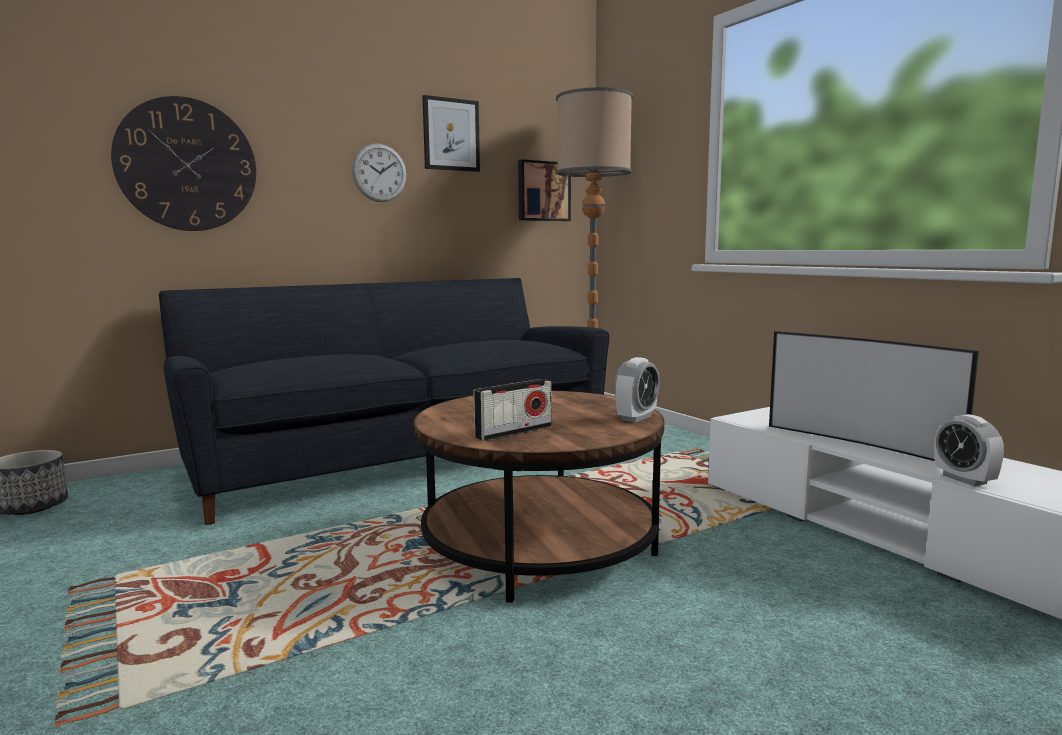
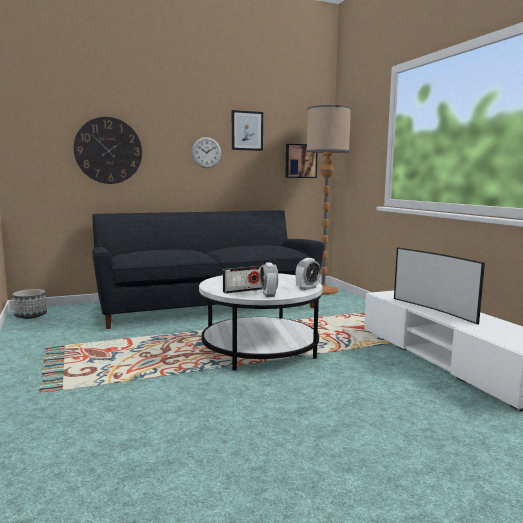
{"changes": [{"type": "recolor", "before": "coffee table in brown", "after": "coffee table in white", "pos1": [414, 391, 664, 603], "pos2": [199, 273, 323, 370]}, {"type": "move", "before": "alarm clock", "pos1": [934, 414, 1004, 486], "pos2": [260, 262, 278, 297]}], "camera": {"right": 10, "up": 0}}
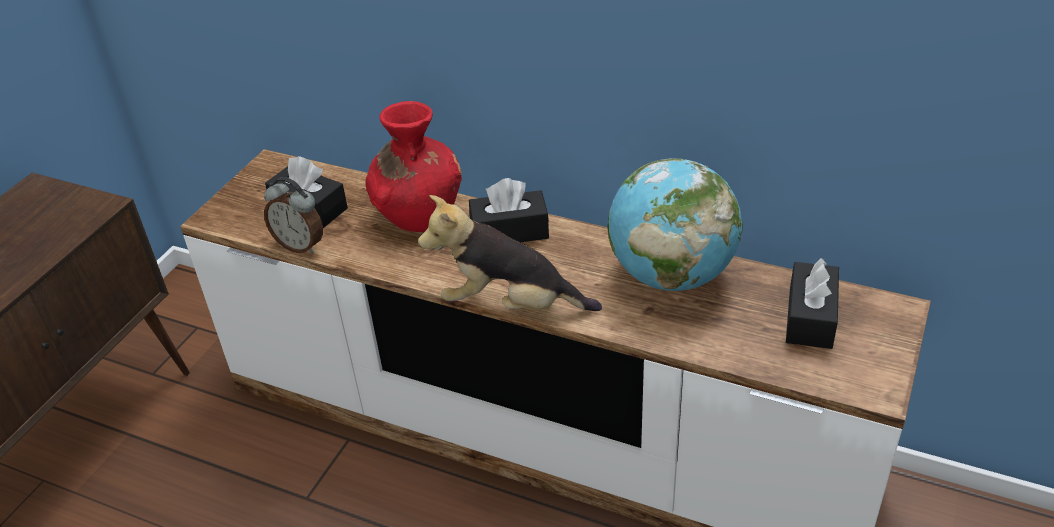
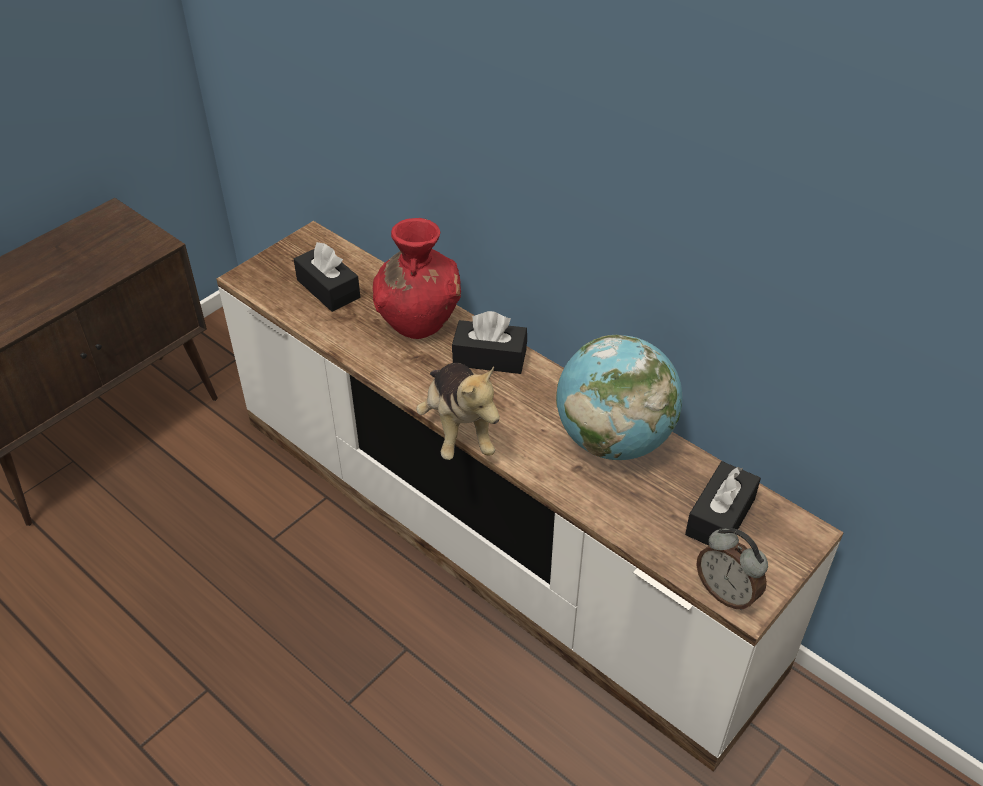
{"changes": [{"type": "rotate", "before": "plush toy", "pos1": [418, 195, 602, 311], "pos2": [416, 363, 500, 460], "turn": -135}, {"type": "move", "before": "alarm clock", "pos1": [264, 177, 323, 254], "pos2": [696, 528, 768, 610]}], "camera": {"right": 15, "up": 5}}
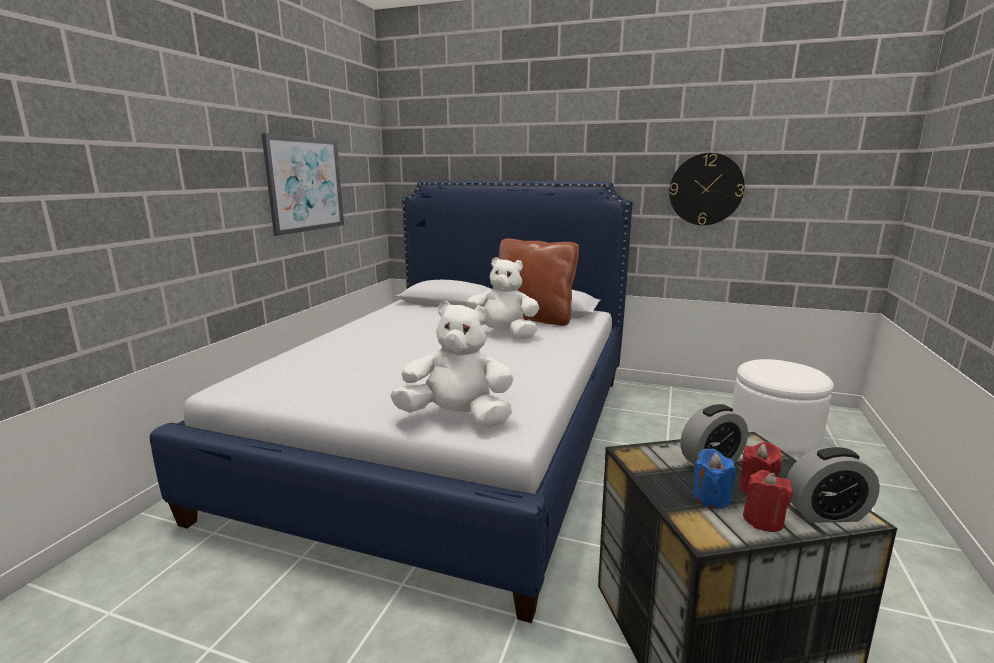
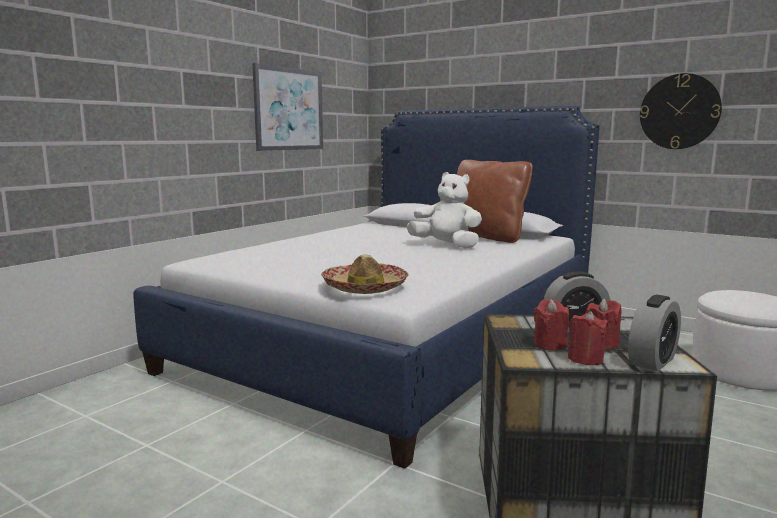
{"changes": [{"type": "replace", "before": "plush toy in white", "after": "hat", "pos1": [390, 301, 514, 428], "pos2": [321, 254, 409, 294]}, {"type": "recolor", "before": "candle in blue", "after": "candle in red", "pos1": [693, 448, 736, 509], "pos2": [534, 299, 569, 350]}, {"type": "rotate", "before": "alarm clock", "pos1": [787, 446, 880, 523], "pos2": [628, 295, 681, 371], "turn": -60}], "camera": {"right": 15, "up": -5}}
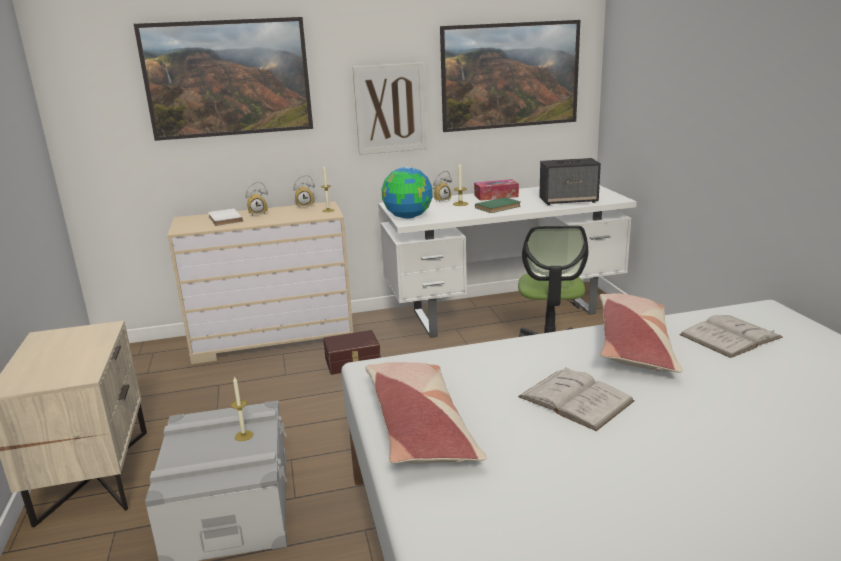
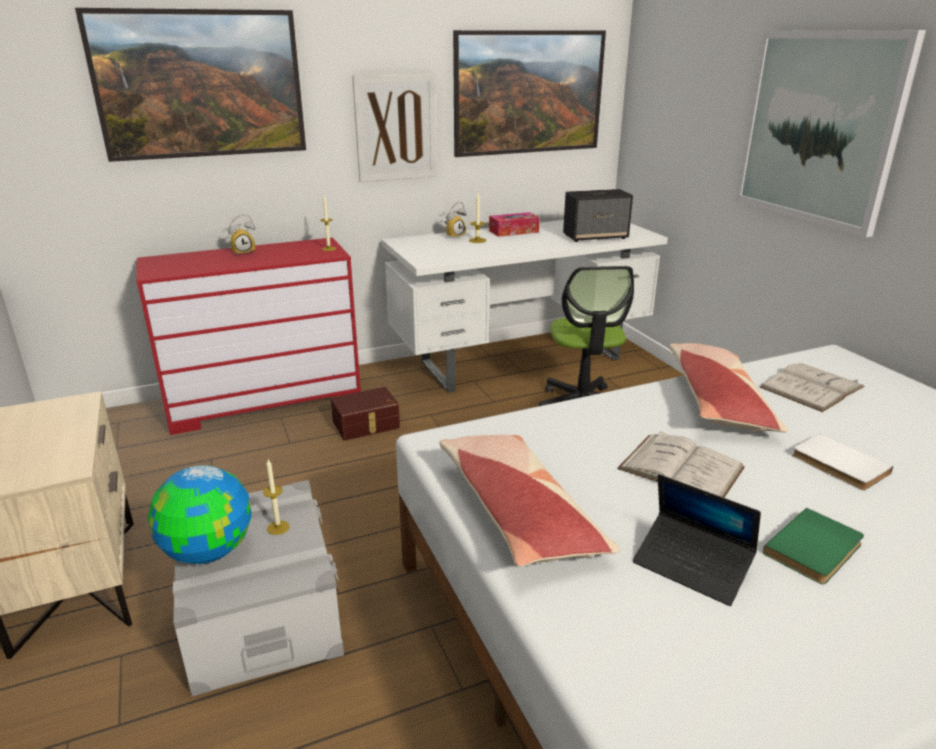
{"changes": [{"type": "recolor", "before": "dresser in beige", "after": "dresser in red", "pos1": [167, 201, 354, 364], "pos2": [136, 238, 361, 435]}, {"type": "move", "before": "globe", "pos1": [382, 167, 433, 219], "pos2": [148, 465, 252, 564]}, {"type": "insert", "after": "laptop", "pos2": [633, 474, 761, 606]}, {"type": "insert", "after": "picture", "pos2": [735, 30, 926, 237]}, {"type": "move", "before": "book in green", "pos1": [475, 197, 521, 213], "pos2": [763, 508, 864, 584]}, {"type": "move", "before": "book in white", "pos1": [208, 208, 243, 226], "pos2": [792, 434, 893, 491]}, {"type": "delete", "before": "alarm clock", "pos1": [293, 175, 315, 207]}], "camera": {"right": -10, "up": 5}}
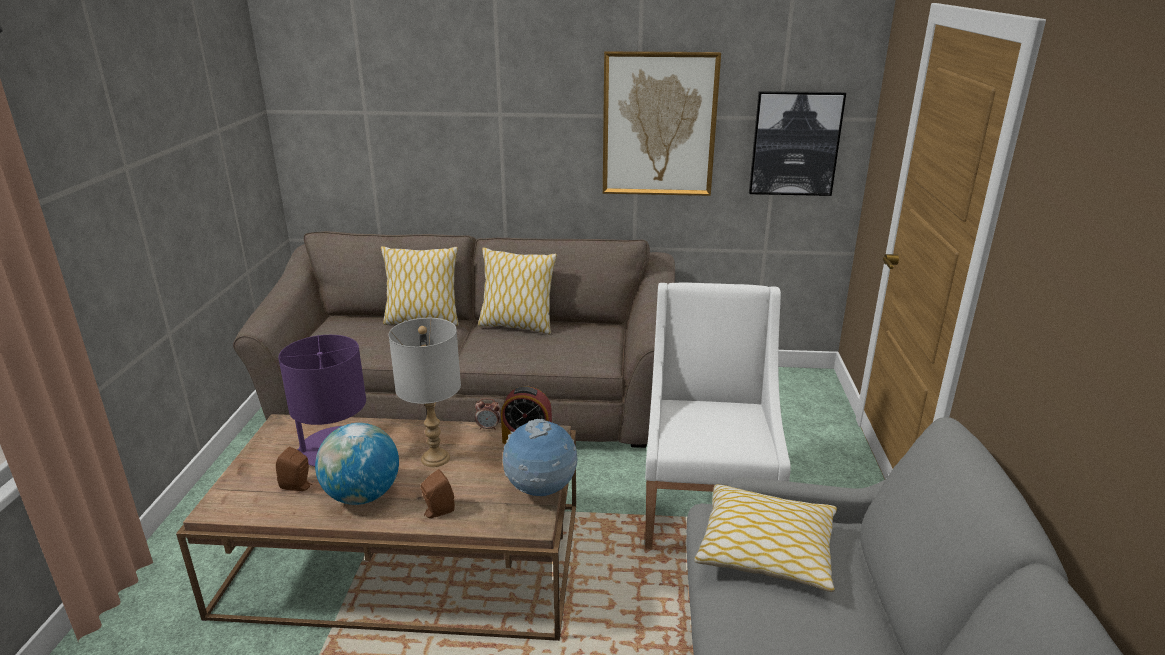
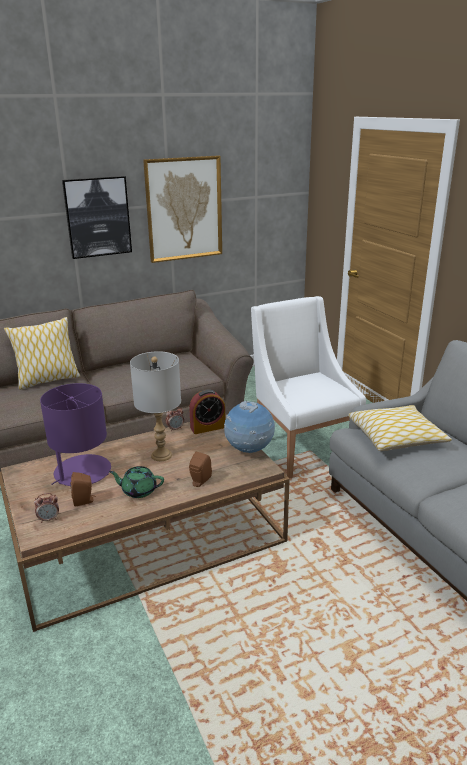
{"changes": [{"type": "insert", "after": "alarm clock", "pos2": [34, 493, 59, 523]}, {"type": "move", "before": "picture", "pos1": [749, 91, 846, 196], "pos2": [62, 176, 132, 259]}, {"type": "replace", "before": "globe", "after": "teapot in green", "pos1": [315, 423, 399, 505], "pos2": [109, 466, 164, 498]}, {"type": "delete", "before": "pillow", "pos1": [478, 247, 557, 334]}], "camera": {"right": -30, "up": 0}}
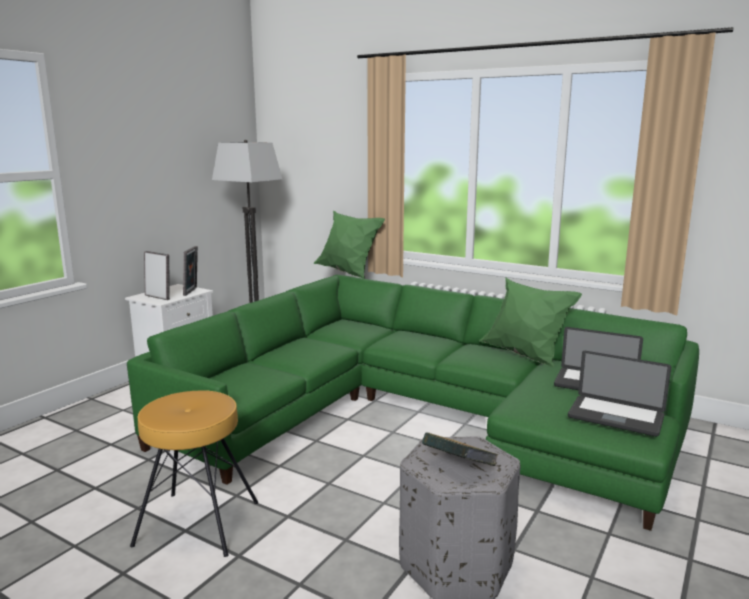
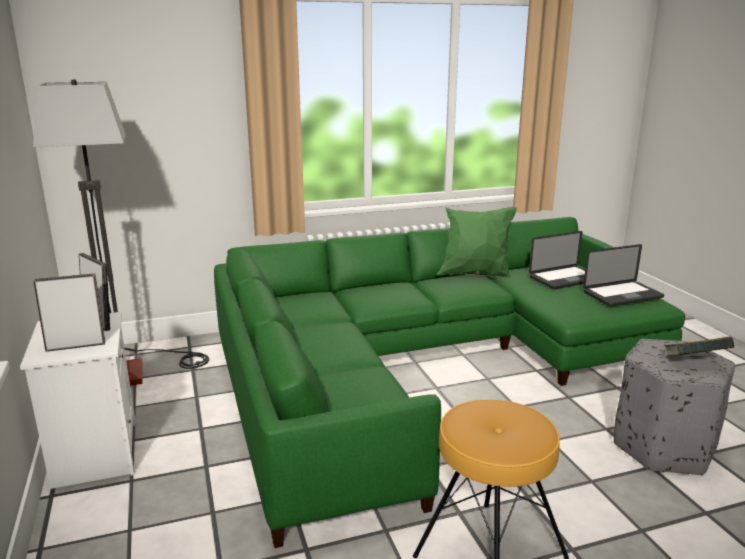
{"changes": [{"type": "delete", "before": "pillow in green", "pos1": [314, 210, 385, 279]}], "camera": {"right": -50, "up": 5}}
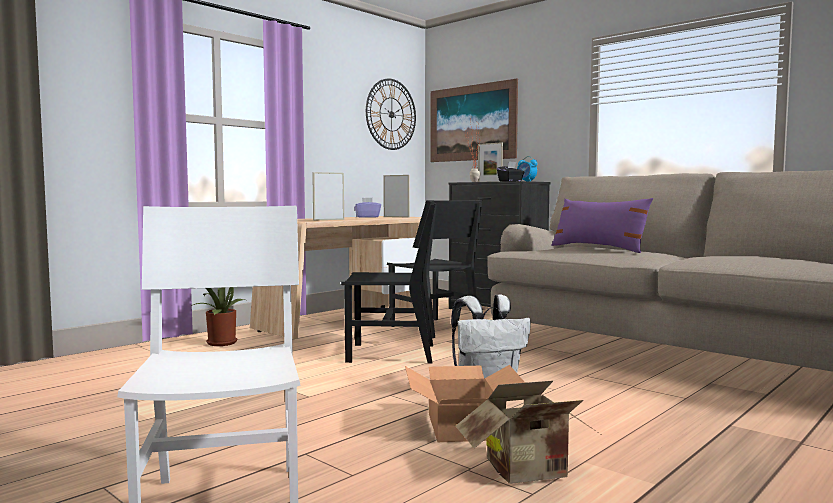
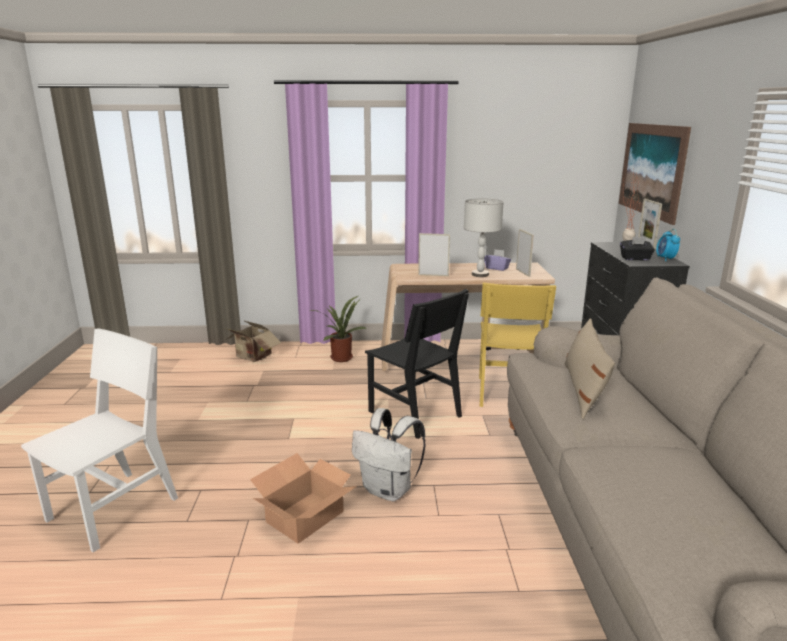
{"changes": [{"type": "move", "before": "cardboard box", "pos1": [455, 380, 603, 484], "pos2": [225, 320, 282, 362]}, {"type": "insert", "after": "table lamp in grey", "pos2": [464, 198, 503, 277]}, {"type": "recolor", "before": "chair in black", "after": "chair in yellow", "pos1": [387, 200, 482, 338], "pos2": [479, 282, 556, 407]}, {"type": "recolor", "before": "pillow in purple", "after": "pillow in beige", "pos1": [551, 198, 653, 253], "pos2": [564, 318, 615, 419]}, {"type": "delete", "before": "wall clock", "pos1": [366, 78, 416, 150]}], "camera": {"right": 45, "up": 15}}
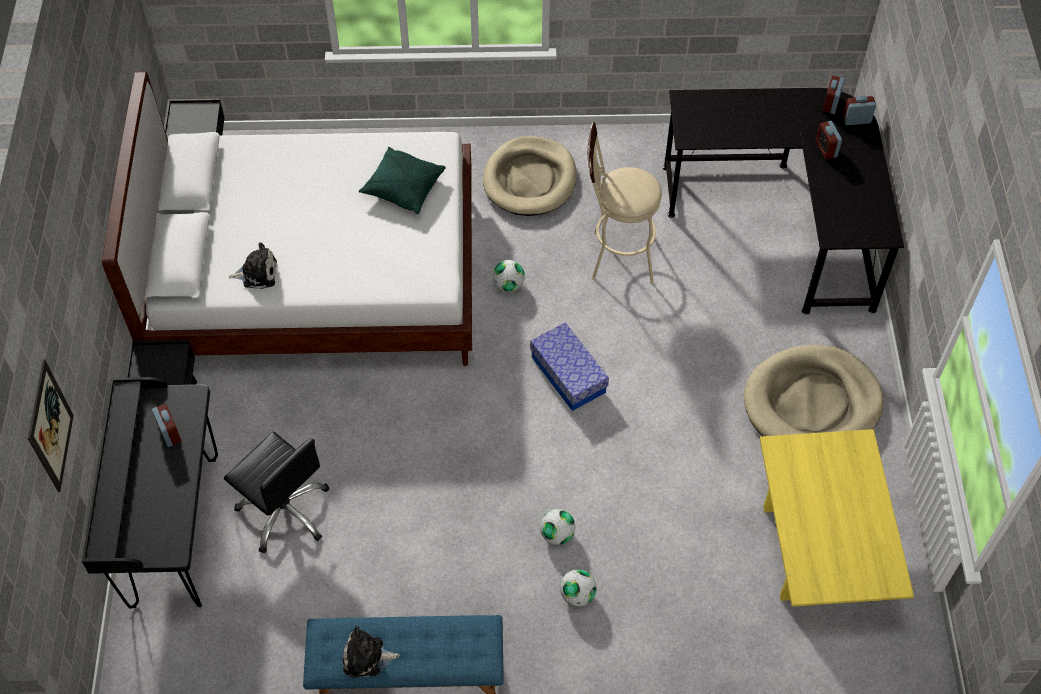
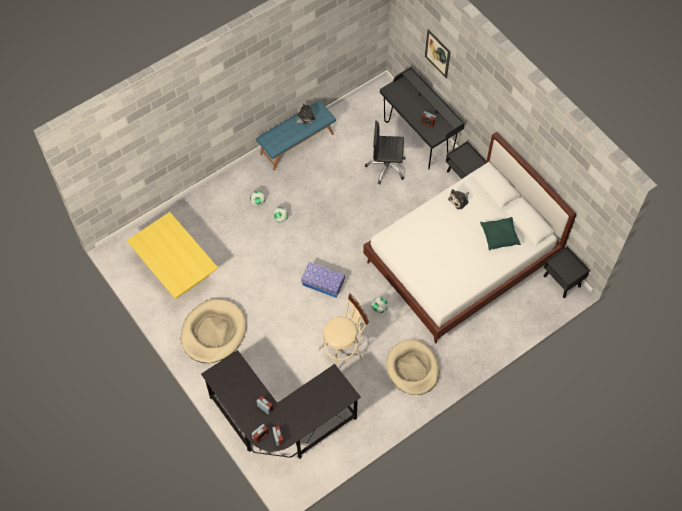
{"changes": [{"type": "move", "before": "pillow in green", "pos1": [359, 147, 446, 214], "pos2": [480, 217, 521, 251]}], "camera": {"right": 145, "up": 5}}
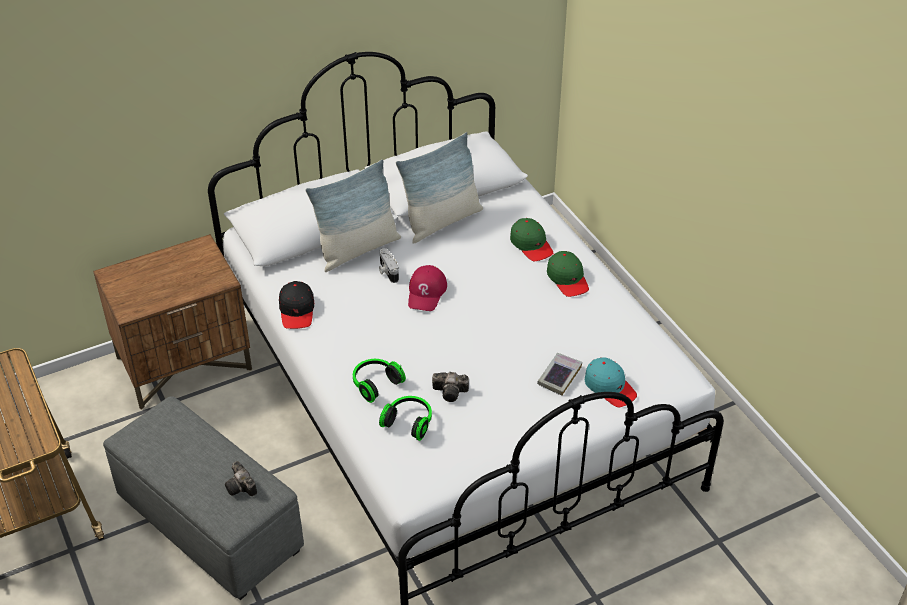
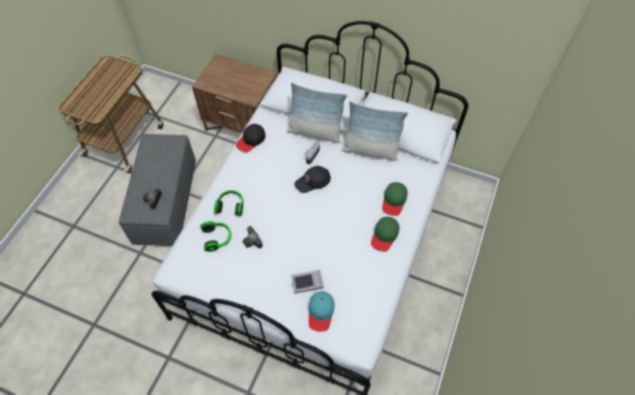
{"changes": [{"type": "recolor", "before": "cap in red", "after": "cap in black", "pos1": [408, 265, 447, 311], "pos2": [295, 166, 331, 193]}], "camera": {"right": 50, "up": 15}}
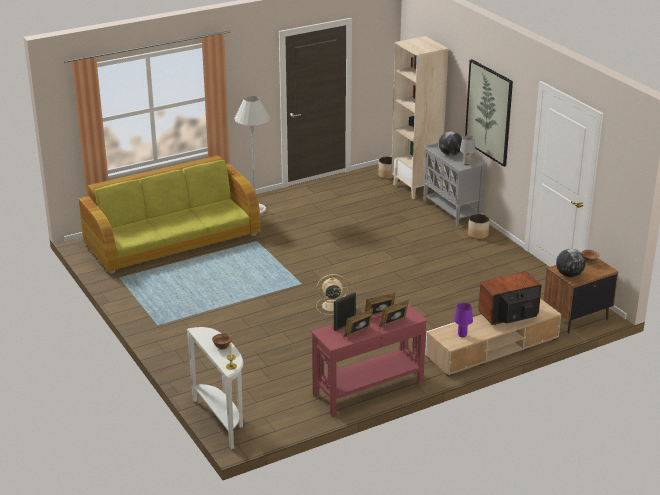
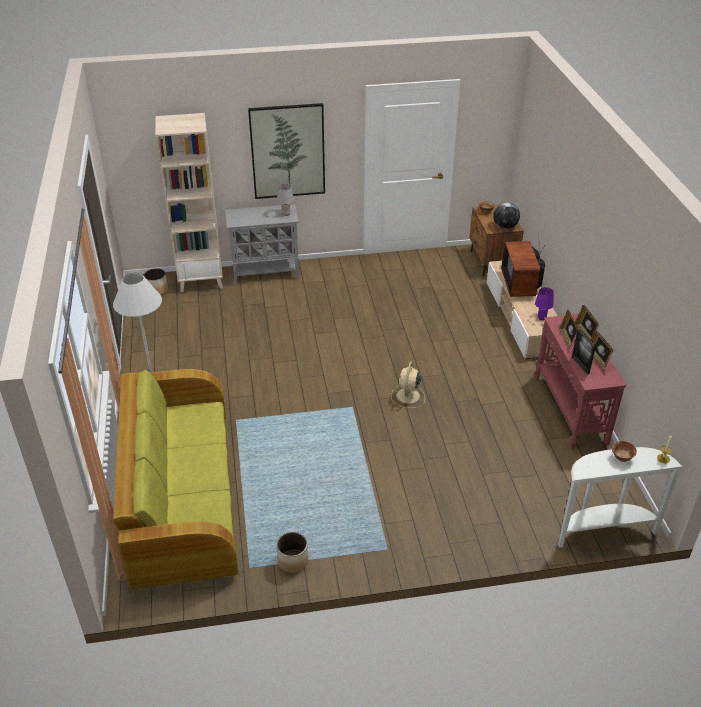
{"changes": [{"type": "move", "before": "planter", "pos1": [468, 214, 490, 239], "pos2": [277, 532, 308, 573]}, {"type": "delete", "before": "globe", "pos1": [439, 131, 462, 156]}], "camera": {"right": -70, "up": 10}}
